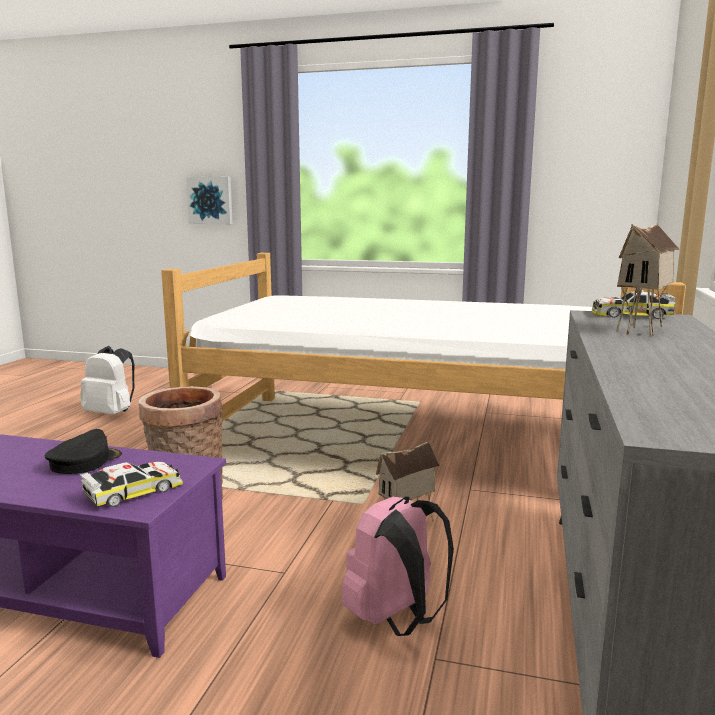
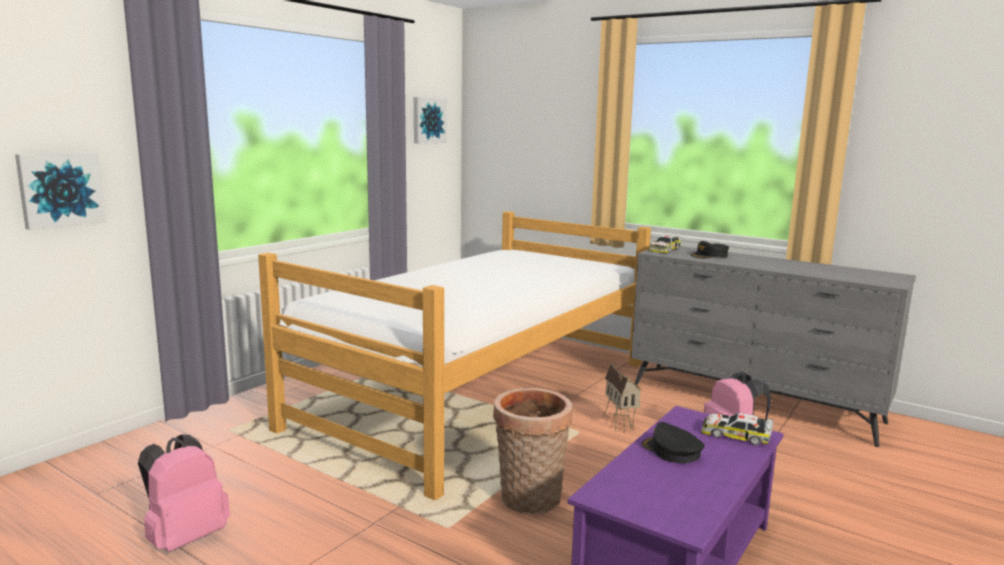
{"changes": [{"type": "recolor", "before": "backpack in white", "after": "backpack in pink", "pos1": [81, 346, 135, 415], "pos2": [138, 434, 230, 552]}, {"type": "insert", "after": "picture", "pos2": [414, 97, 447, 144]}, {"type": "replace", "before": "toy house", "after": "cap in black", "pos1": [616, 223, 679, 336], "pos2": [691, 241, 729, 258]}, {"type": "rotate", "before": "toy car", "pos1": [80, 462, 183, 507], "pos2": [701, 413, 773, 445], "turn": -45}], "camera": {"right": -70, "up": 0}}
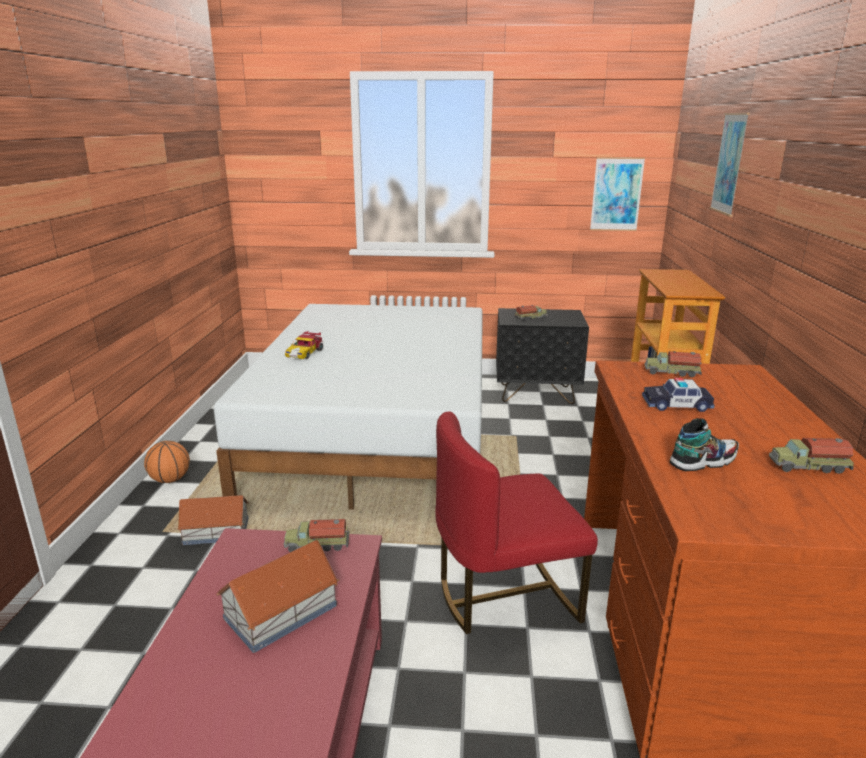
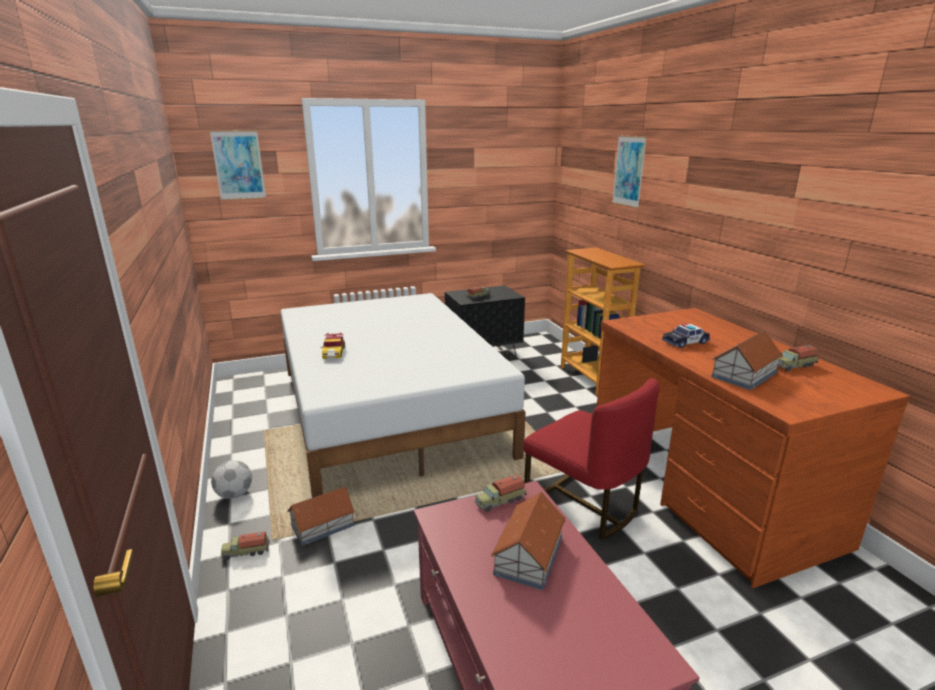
{"changes": [{"type": "move", "before": "picture", "pos1": [590, 157, 645, 231], "pos2": [210, 130, 266, 200]}, {"type": "replace", "before": "basketball", "after": "football", "pos1": [144, 441, 190, 483], "pos2": [211, 460, 252, 499]}, {"type": "move", "before": "toy truck", "pos1": [645, 351, 702, 378], "pos2": [221, 531, 270, 560]}, {"type": "rotate", "before": "chair in red", "pos1": [435, 411, 598, 634], "pos2": [523, 378, 659, 540], "turn": -90}, {"type": "replace", "before": "shoe", "after": "toy house", "pos1": [670, 418, 739, 471], "pos2": [711, 331, 783, 390]}], "camera": {"right": -25, "up": 0}}
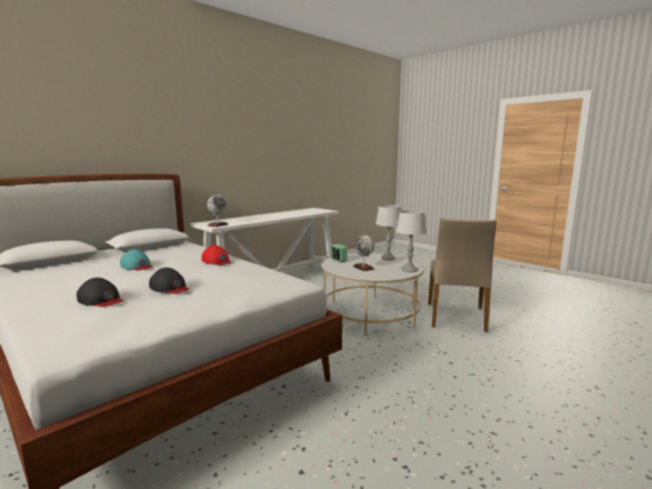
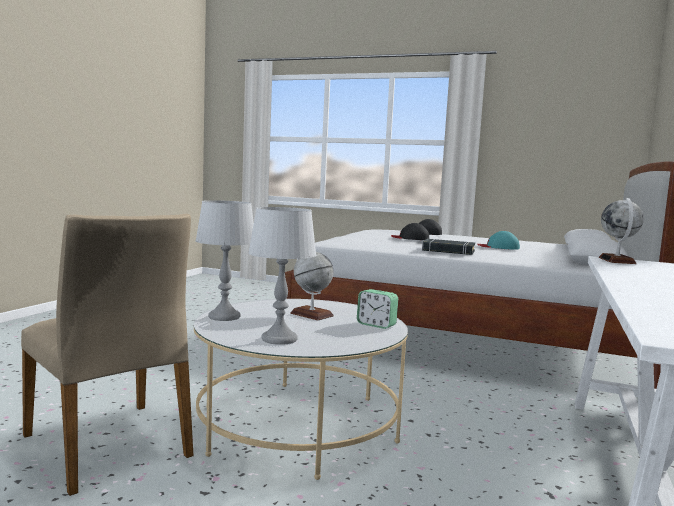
{"changes": [{"type": "rotate", "before": "chair in beige", "pos1": [428, 218, 496, 332], "pos2": [21, 214, 194, 496], "turn": 150}, {"type": "replace", "before": "cap in red", "after": "book in black", "pos1": [201, 245, 232, 265], "pos2": [422, 239, 475, 255]}], "camera": {"right": 155, "up": -5}}
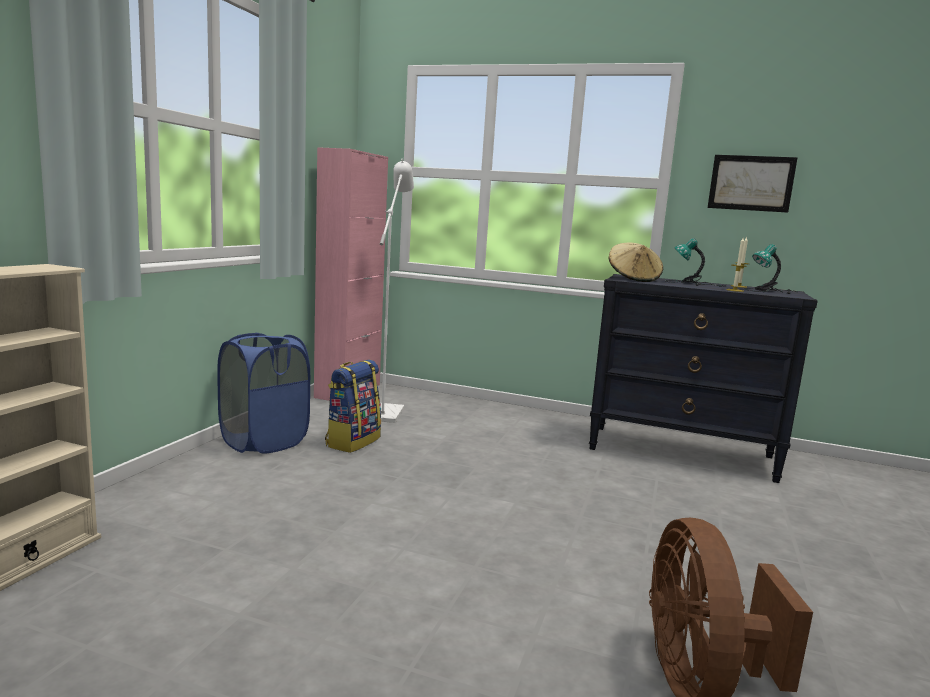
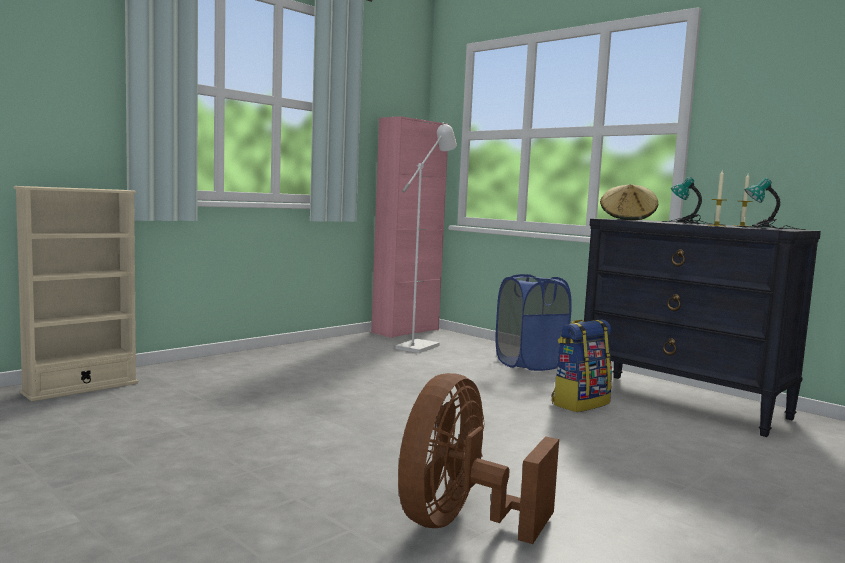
{"changes": [{"type": "move", "before": "laundry basket in blue", "pos1": [217, 333, 310, 454], "pos2": [495, 274, 572, 371]}, {"type": "move", "before": "backpack", "pos1": [325, 360, 381, 453], "pos2": [551, 320, 612, 412]}, {"type": "delete", "before": "picture", "pos1": [708, 155, 798, 213]}], "camera": {"right": 25, "up": -5}}
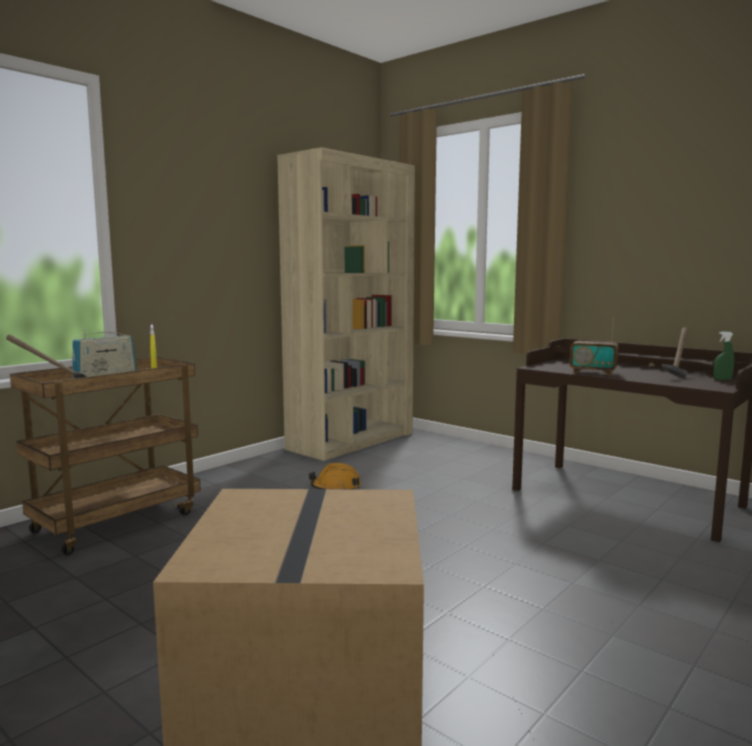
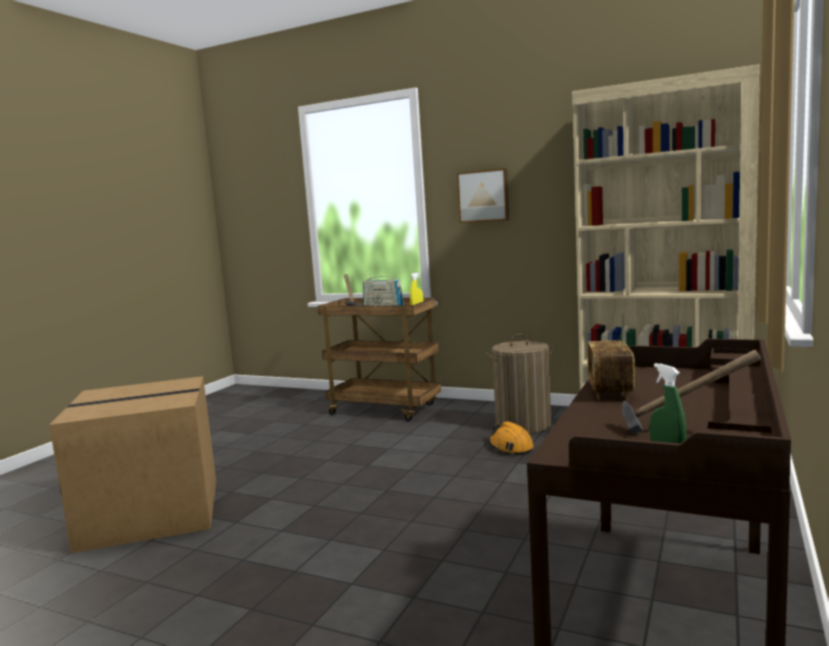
{"changes": [{"type": "insert", "after": "picture", "pos2": [457, 168, 509, 223]}, {"type": "insert", "after": "laundry basket", "pos2": [486, 334, 554, 434]}], "camera": {"right": 75, "up": 0}}
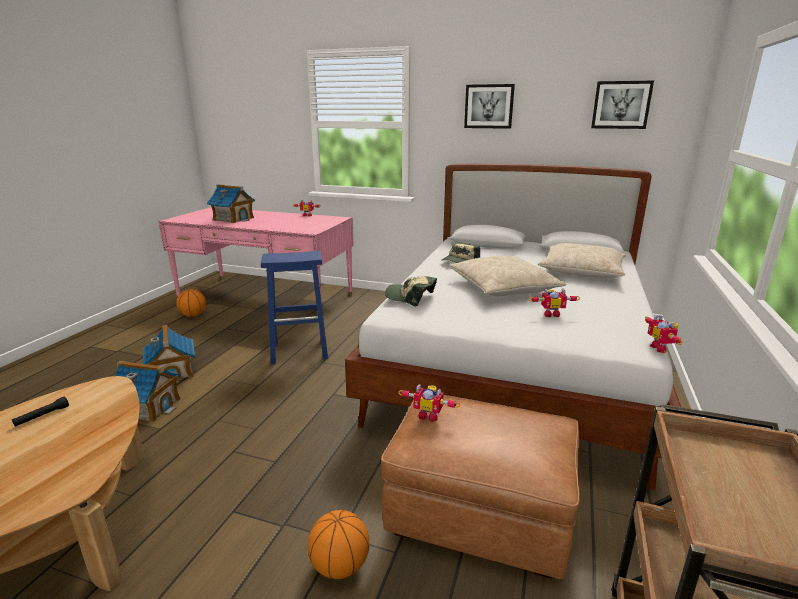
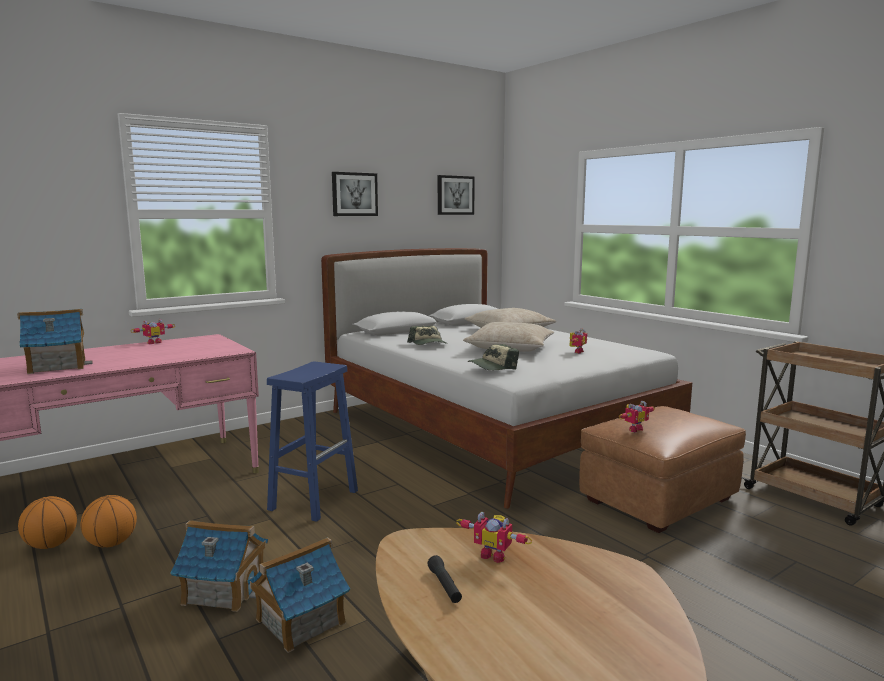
{"changes": [{"type": "move", "before": "basketball", "pos1": [308, 510, 369, 579], "pos2": [81, 495, 137, 547]}, {"type": "move", "before": "toy robot", "pos1": [645, 315, 683, 353], "pos2": [456, 512, 532, 563]}], "camera": {"right": -55, "up": -10}}
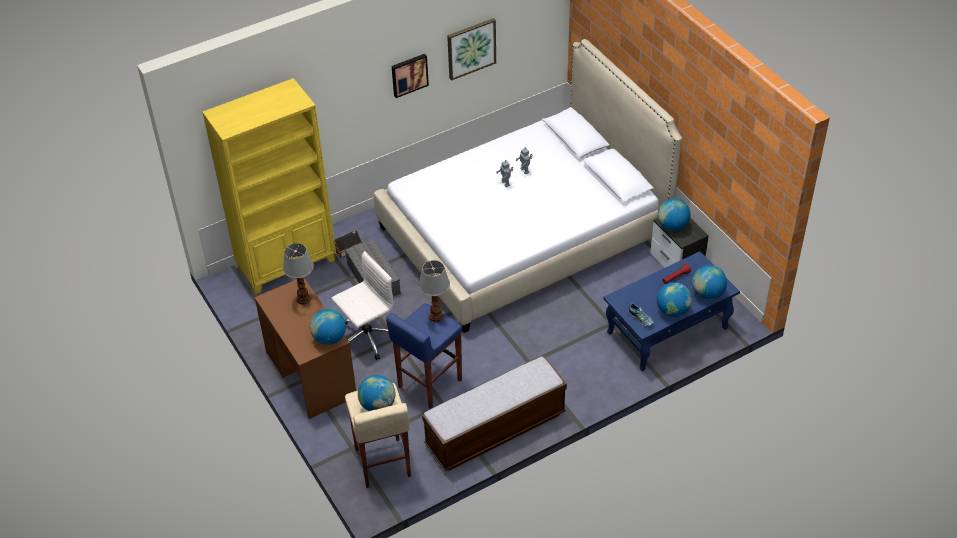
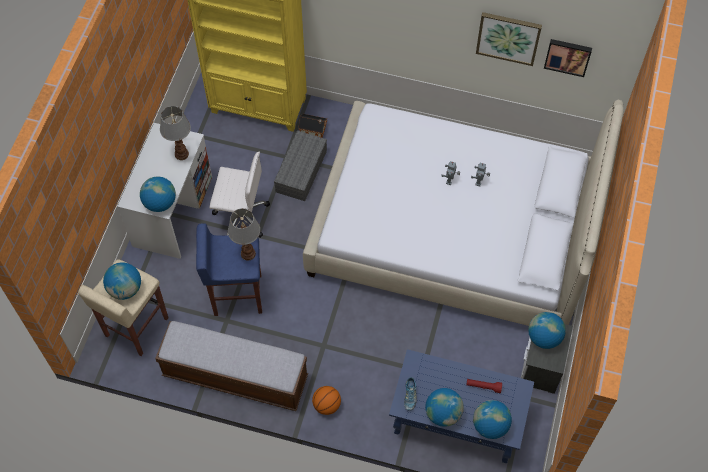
{"changes": [{"type": "recolor", "before": "desk in brown", "after": "desk in white", "pos1": [255, 278, 356, 419], "pos2": [117, 123, 212, 259]}, {"type": "insert", "after": "basketball", "pos2": [312, 386, 341, 415]}, {"type": "move", "before": "picture", "pos1": [392, 54, 429, 98], "pos2": [544, 39, 592, 77]}], "camera": {"right": 45, "up": 15}}
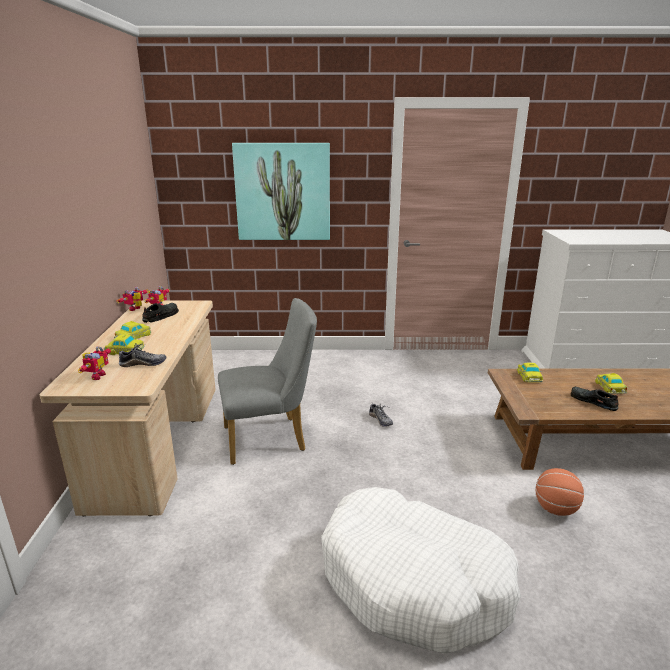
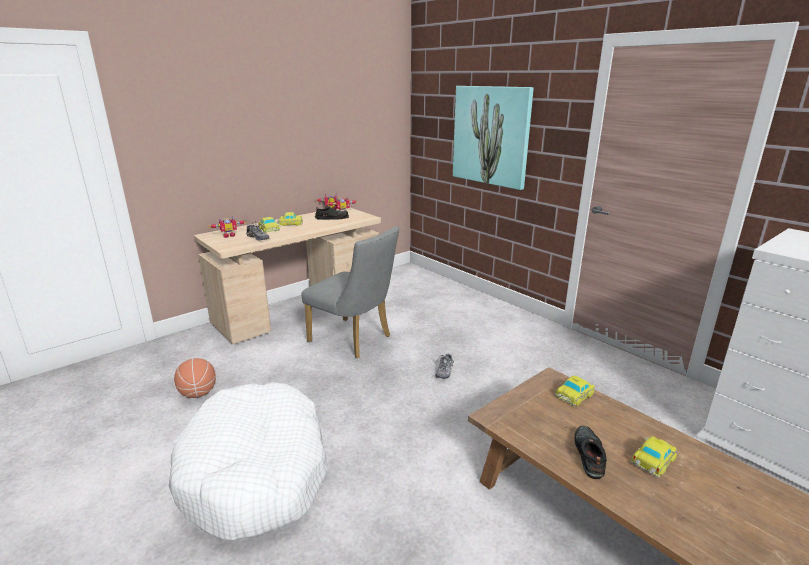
{"changes": [{"type": "move", "before": "basketball", "pos1": [535, 468, 584, 516], "pos2": [174, 358, 216, 398]}], "camera": {"right": 50, "up": 0}}
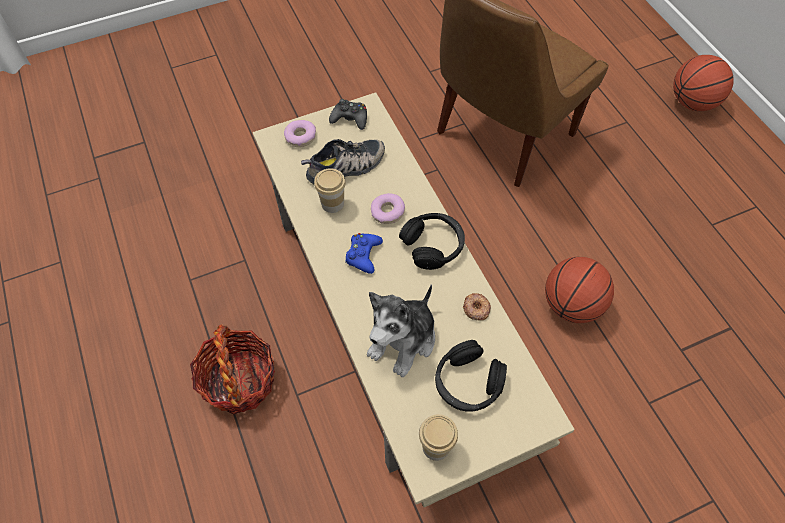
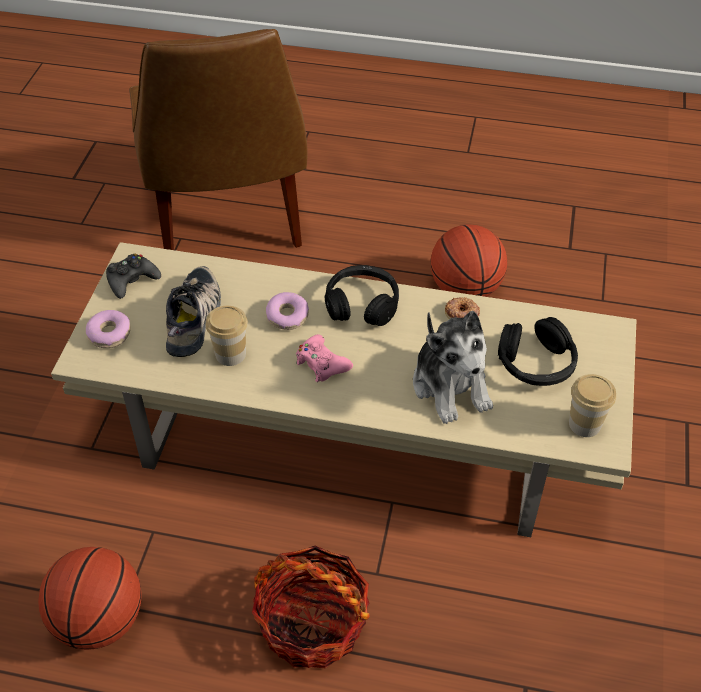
{"changes": [{"type": "move", "before": "basketball", "pos1": [673, 55, 734, 111], "pos2": [38, 547, 142, 650]}, {"type": "recolor", "before": "game controller in blue", "after": "game controller in pink", "pos1": [345, 233, 383, 274], "pos2": [296, 334, 353, 382]}], "camera": {"right": -55, "up": -10}}
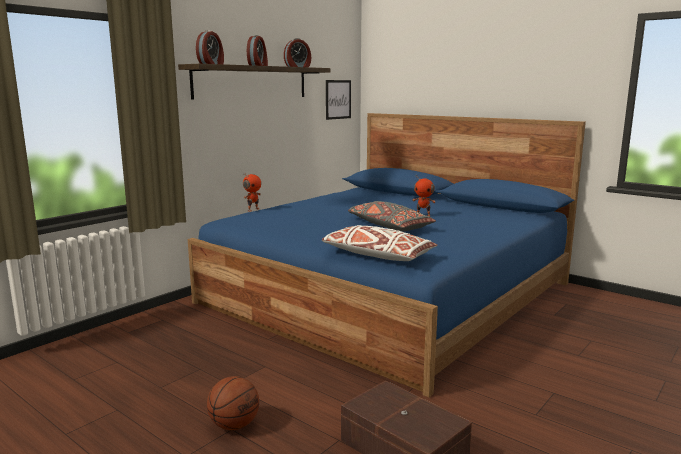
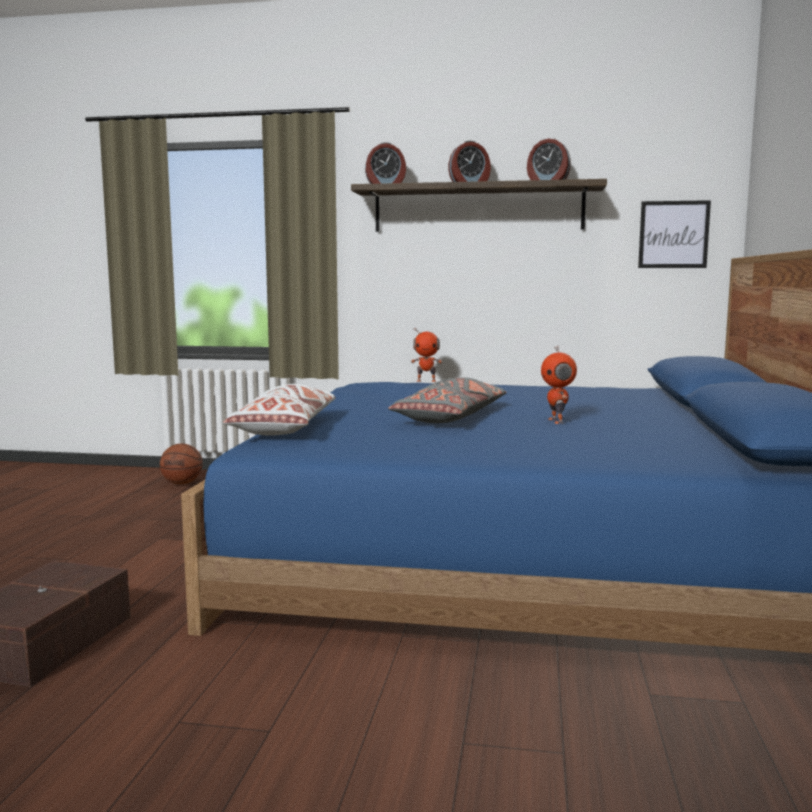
{"changes": [{"type": "move", "before": "basketball", "pos1": [207, 376, 259, 430], "pos2": [160, 444, 203, 485]}], "camera": {"right": 60, "up": -5}}
